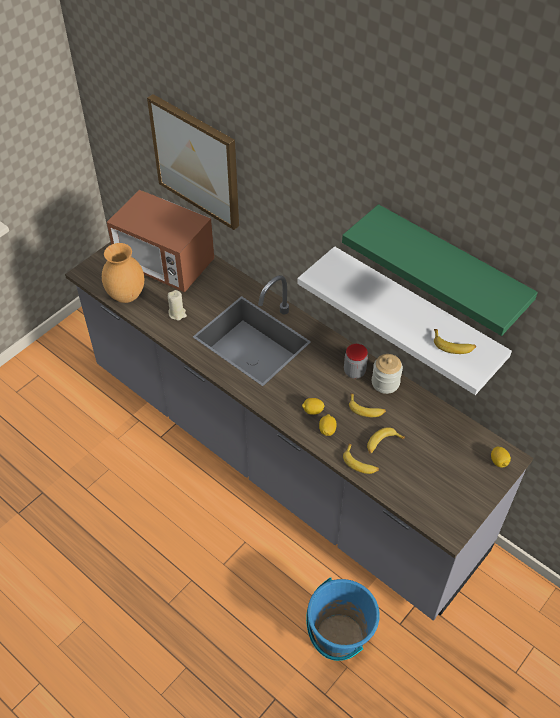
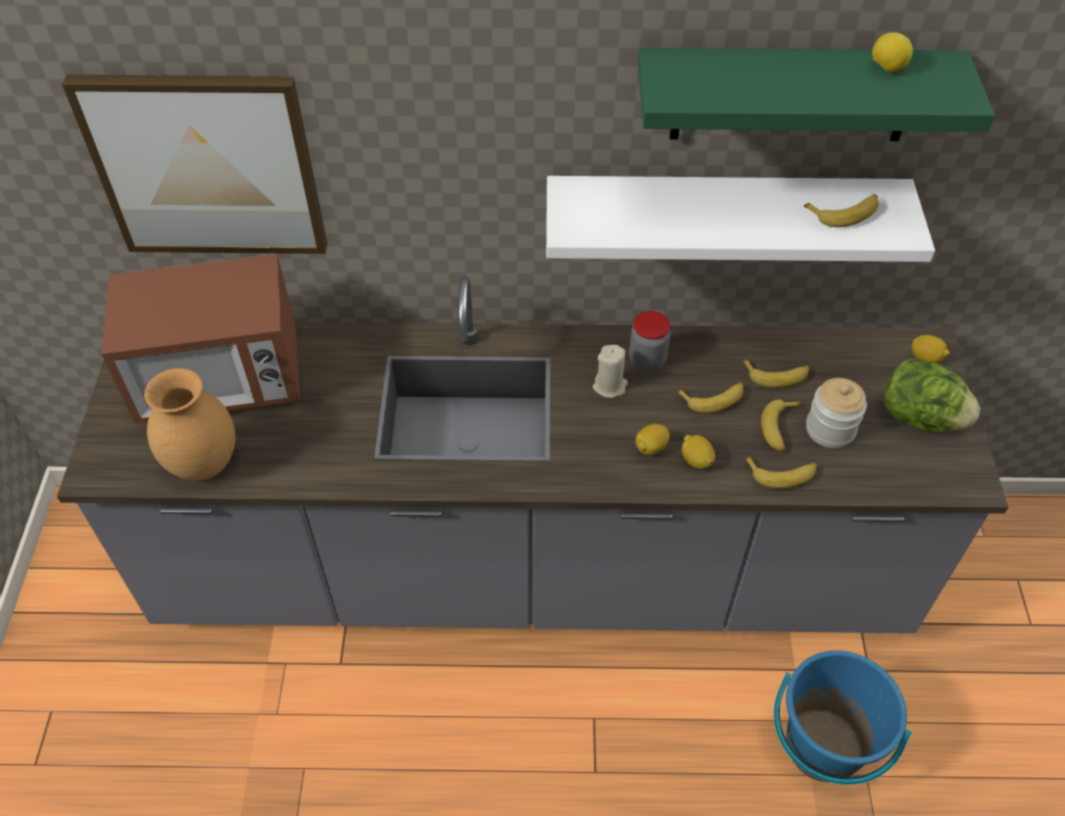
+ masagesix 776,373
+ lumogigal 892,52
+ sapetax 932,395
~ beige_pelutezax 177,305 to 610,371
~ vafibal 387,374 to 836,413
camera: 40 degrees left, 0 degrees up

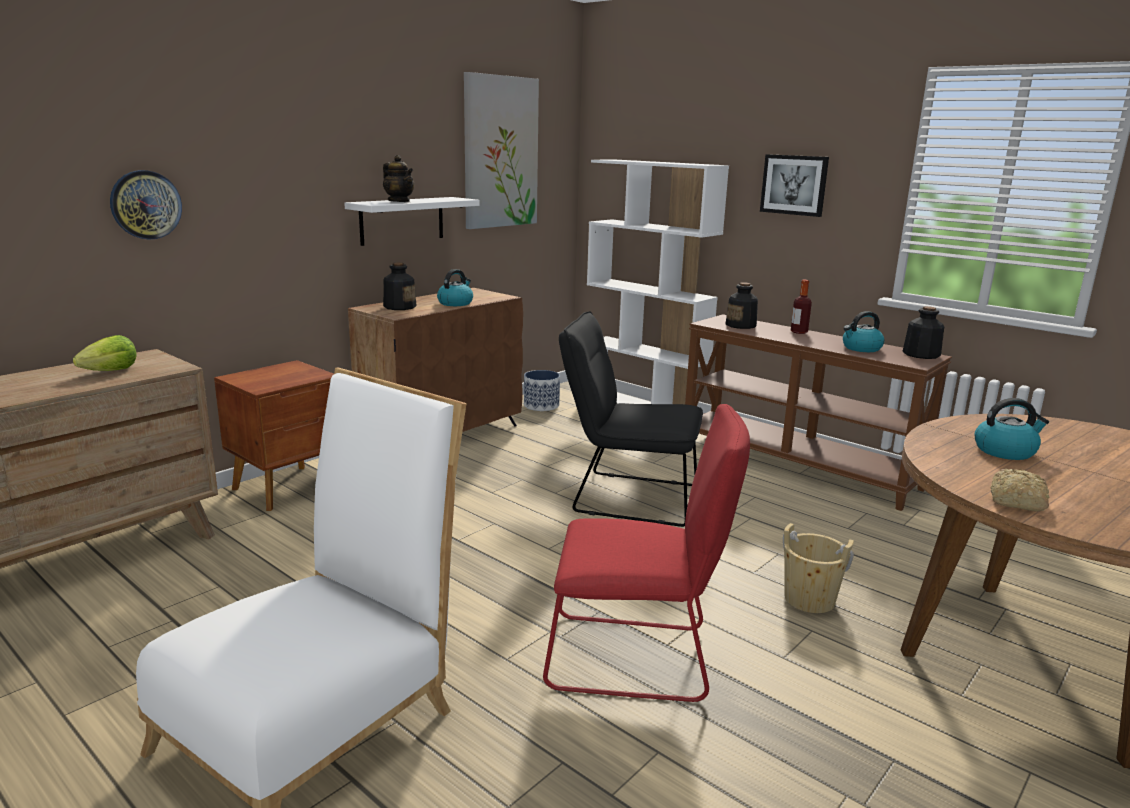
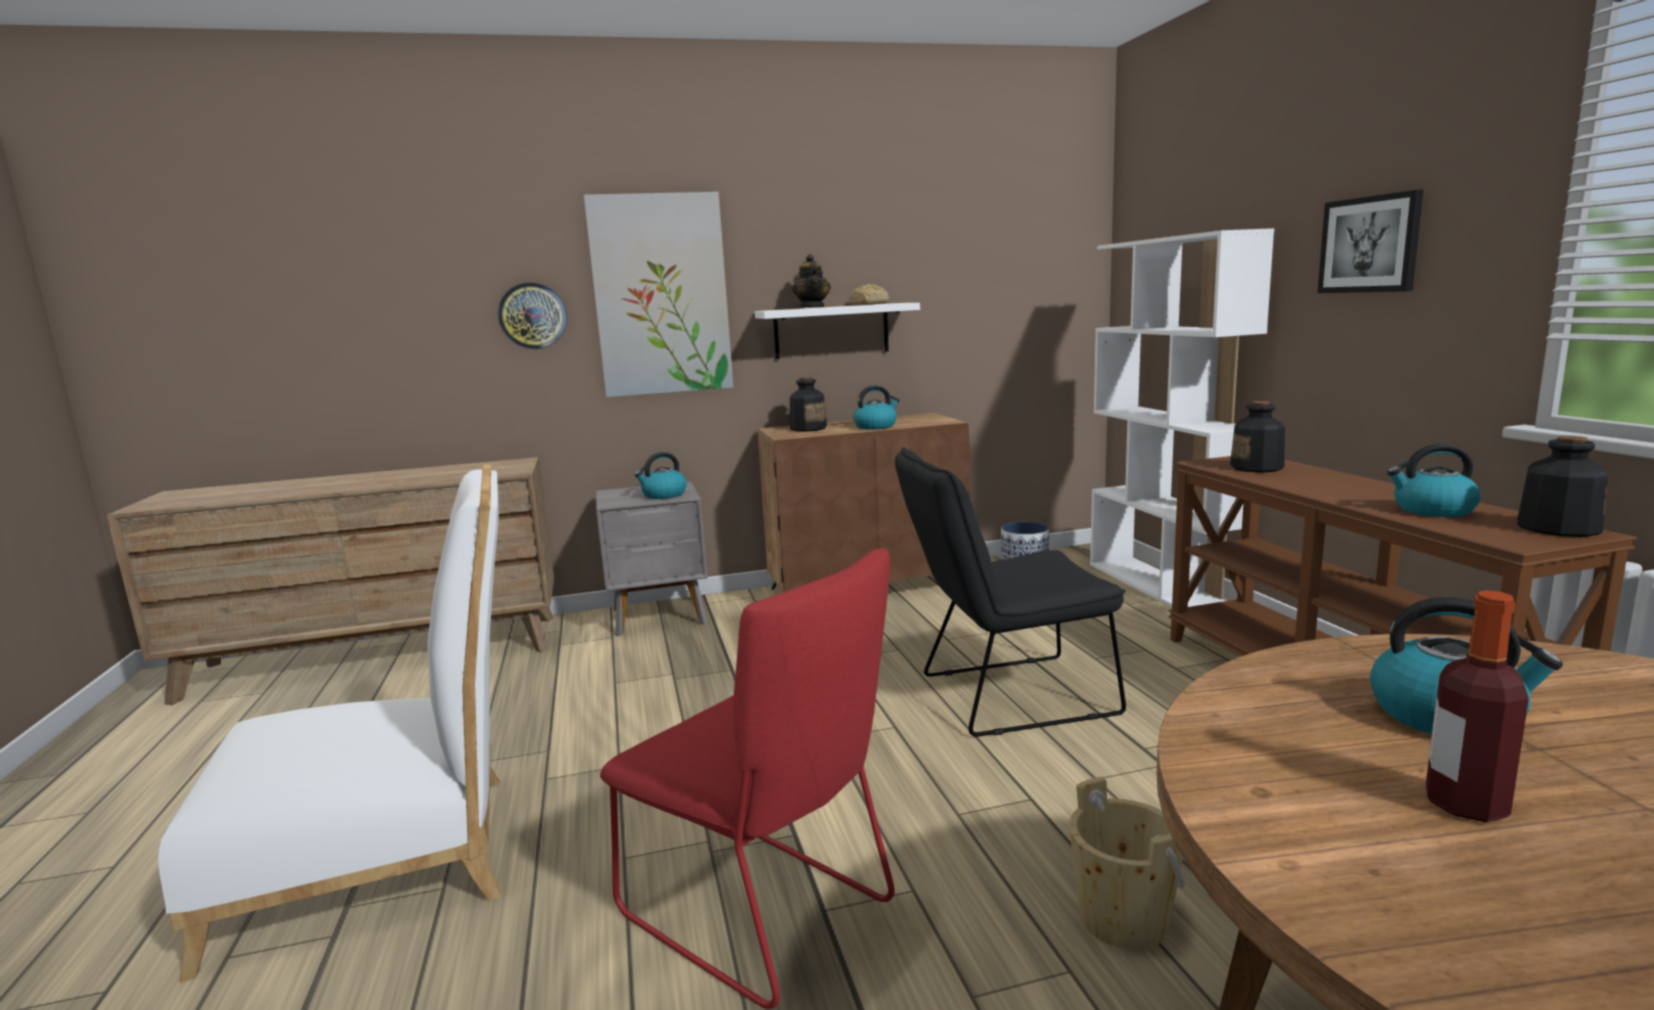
- sapetax 105,353
+ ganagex 660,475
~ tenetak 501,150 to 658,294
~ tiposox 801,307 to 1477,706
~ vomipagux 1020,490 to 869,294
~ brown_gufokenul 274,435 to grey_gufokenul 652,558
~ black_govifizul 631,419 = 1010,592 60 degrees counterclockwise
camera: 35 degrees right, 5 degrees down

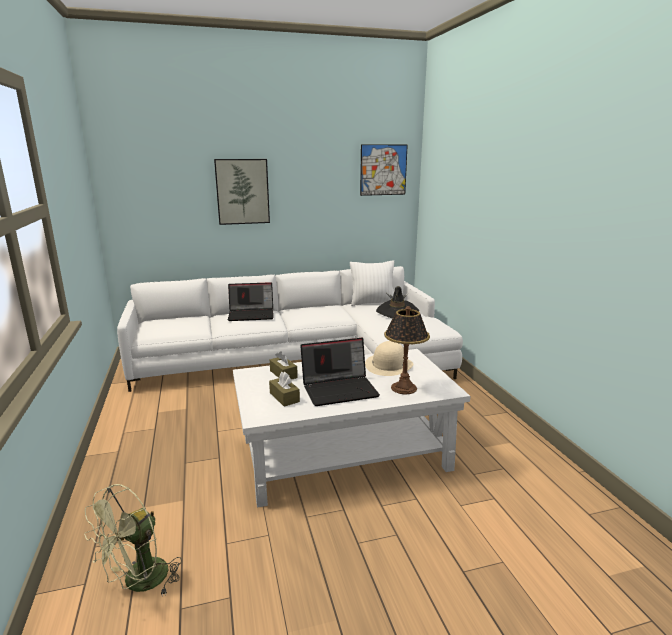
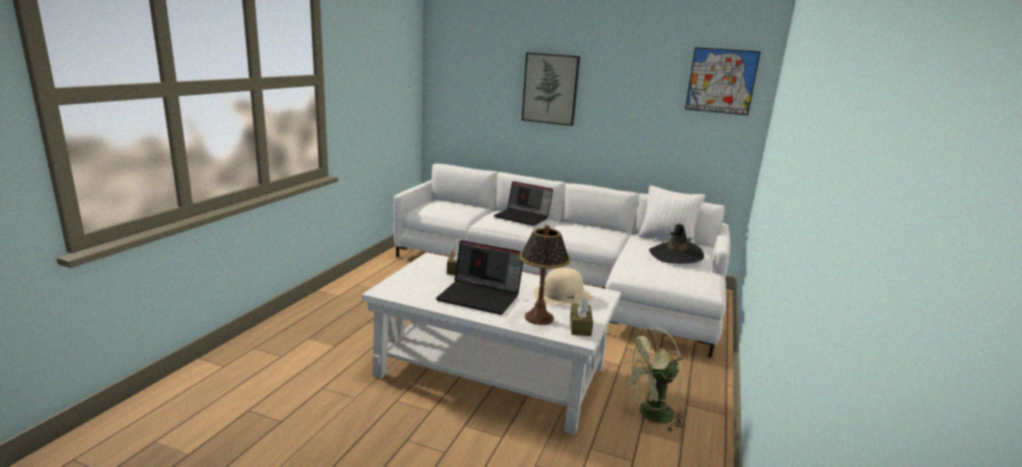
~ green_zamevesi 133,539 to 653,380
~ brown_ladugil 284,389 to 581,317
camera: 35 degrees right, 0 degrees up

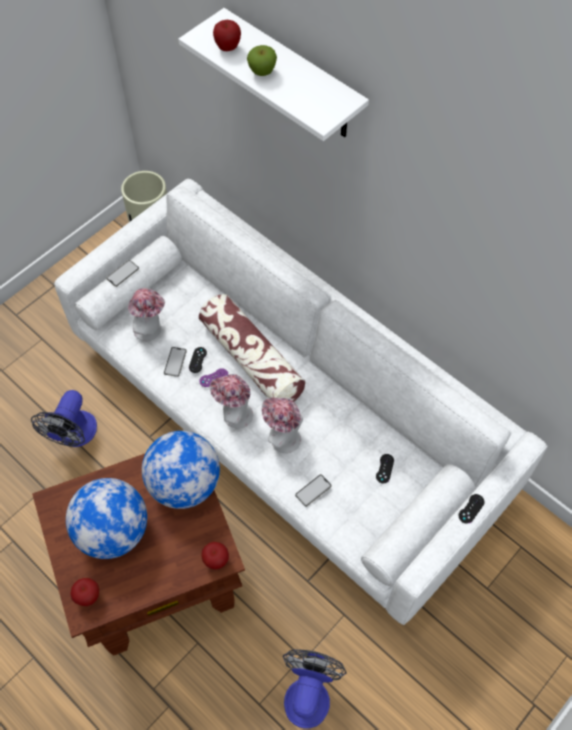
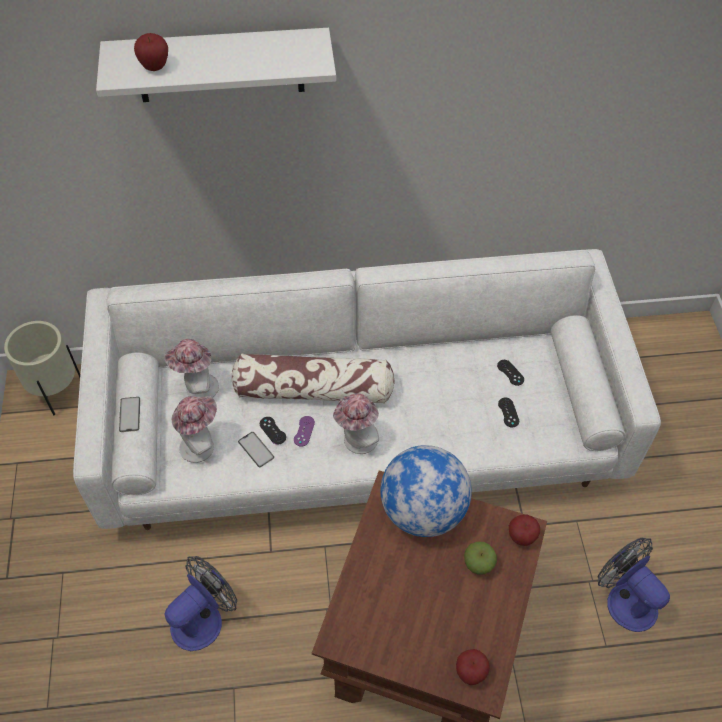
- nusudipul 106,518
- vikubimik 313,490
~ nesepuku 262,60 to 480,558
~ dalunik 282,425 to 191,368
~ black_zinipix 471,509 to 508,412
~ zamevesi 64,418 = 201,603 105 degrees counterclockwise
camera: 50 degrees left, 5 degrees down

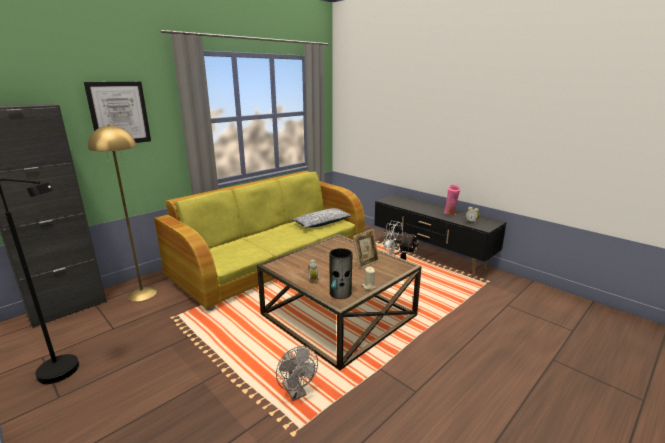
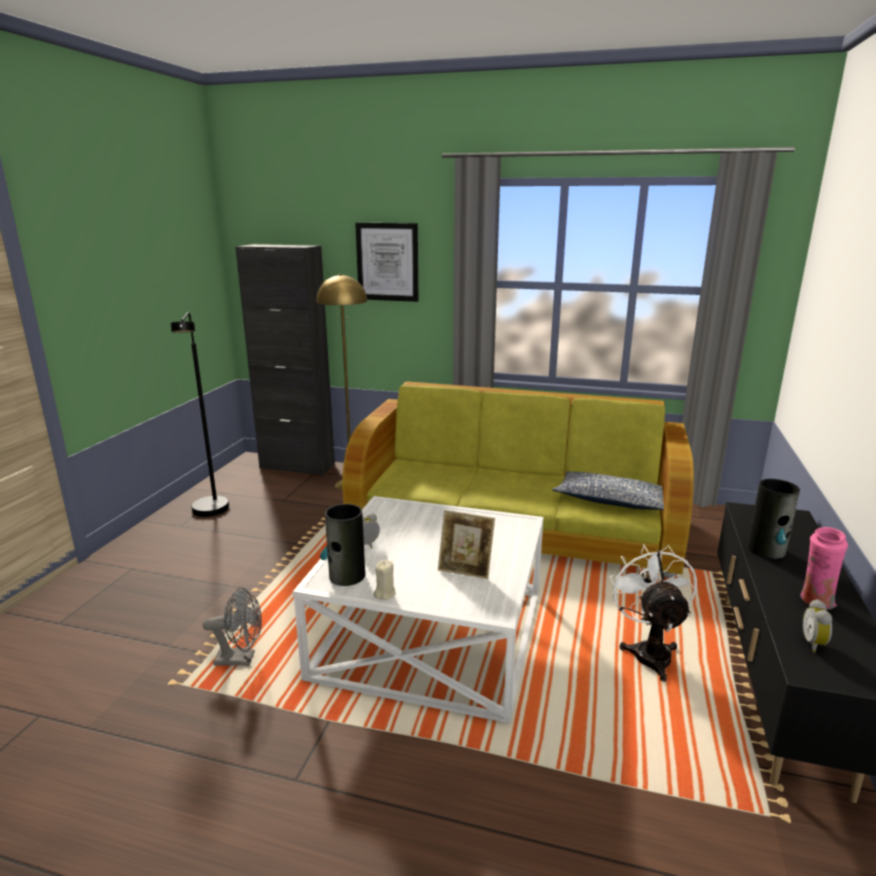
+ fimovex 773,519
~ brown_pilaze 339,302 to white_pilaze 418,610
~ grey_zamevesi 297,373 = 232,626 120 degrees counterclockwise
camera: 60 degrees right, 0 degrees up

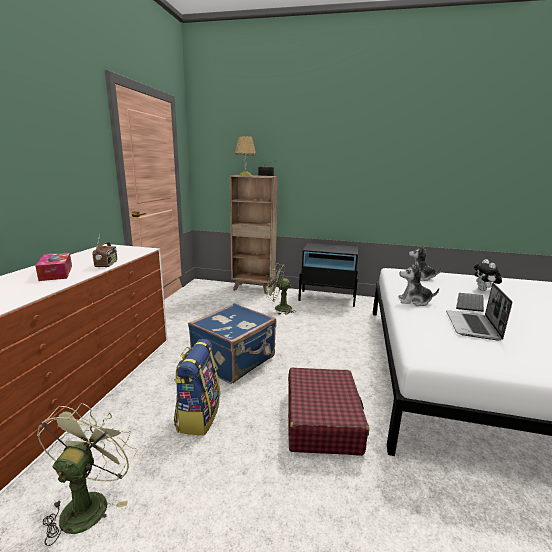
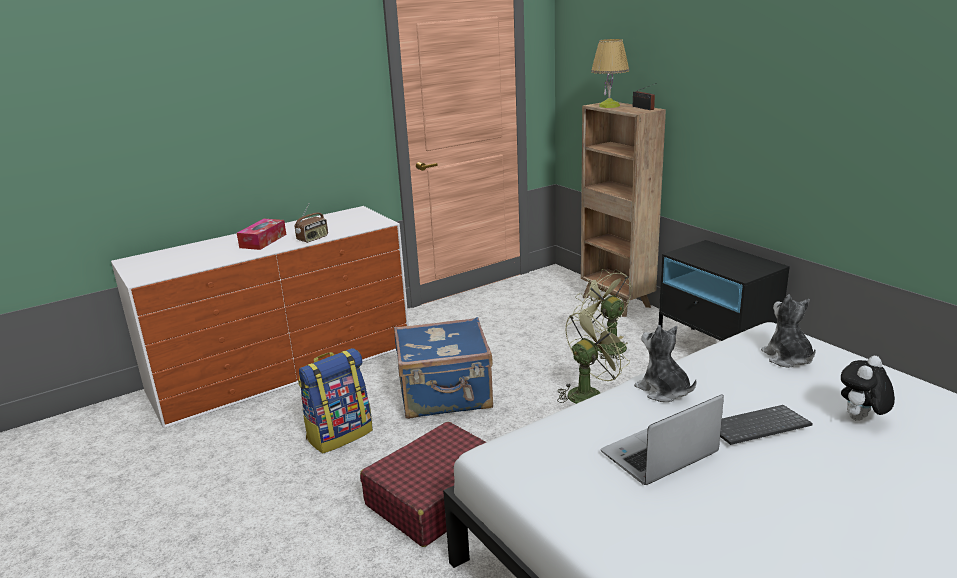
~ green_zamevesi 87,474 to 593,356
camera: 45 degrees right, 5 degrees up

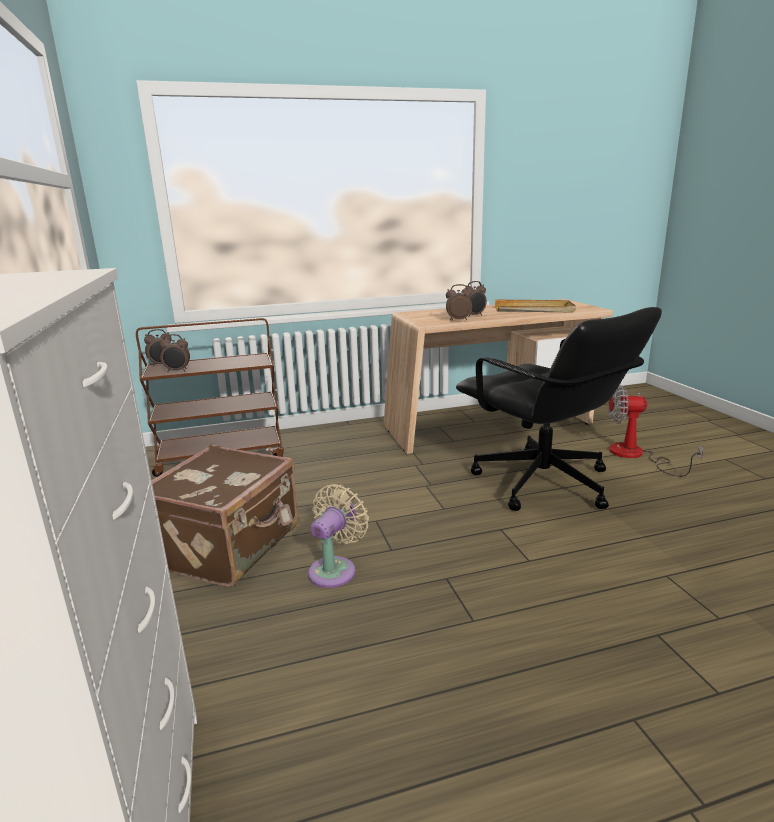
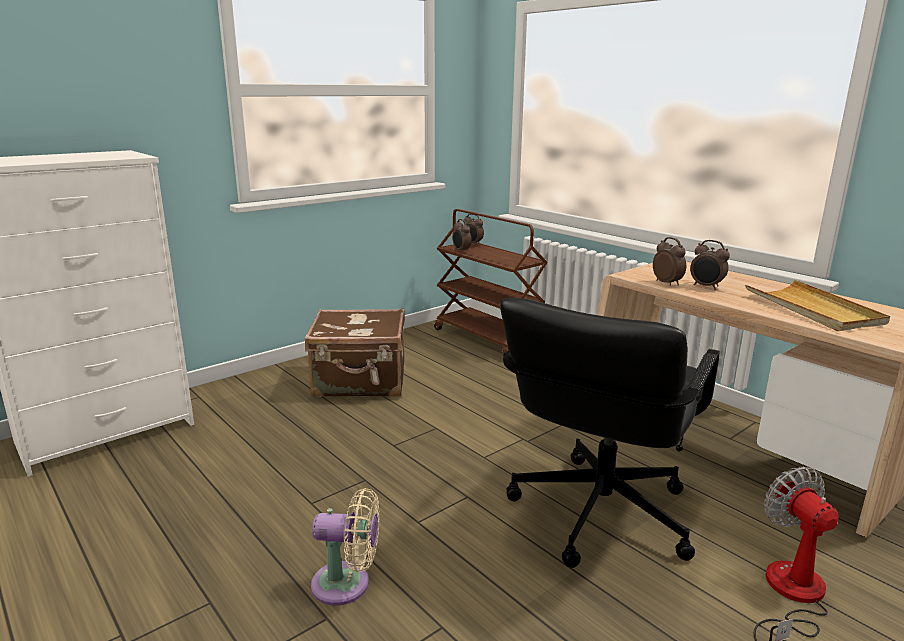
~ beige_zamevesi 338,536 to 345,547
camera: 65 degrees right, 0 degrees up

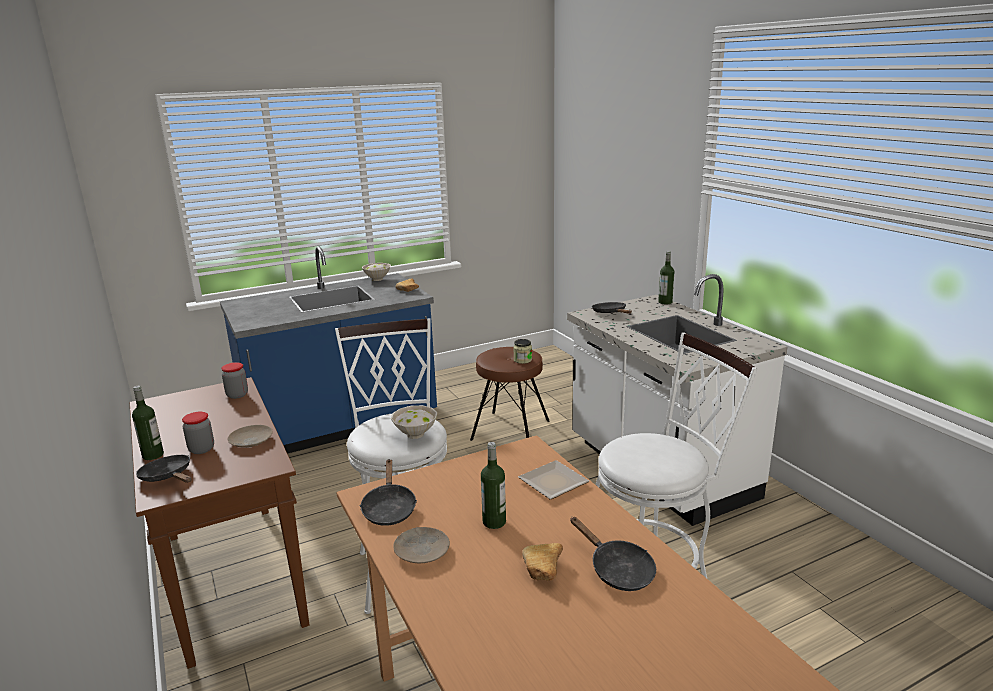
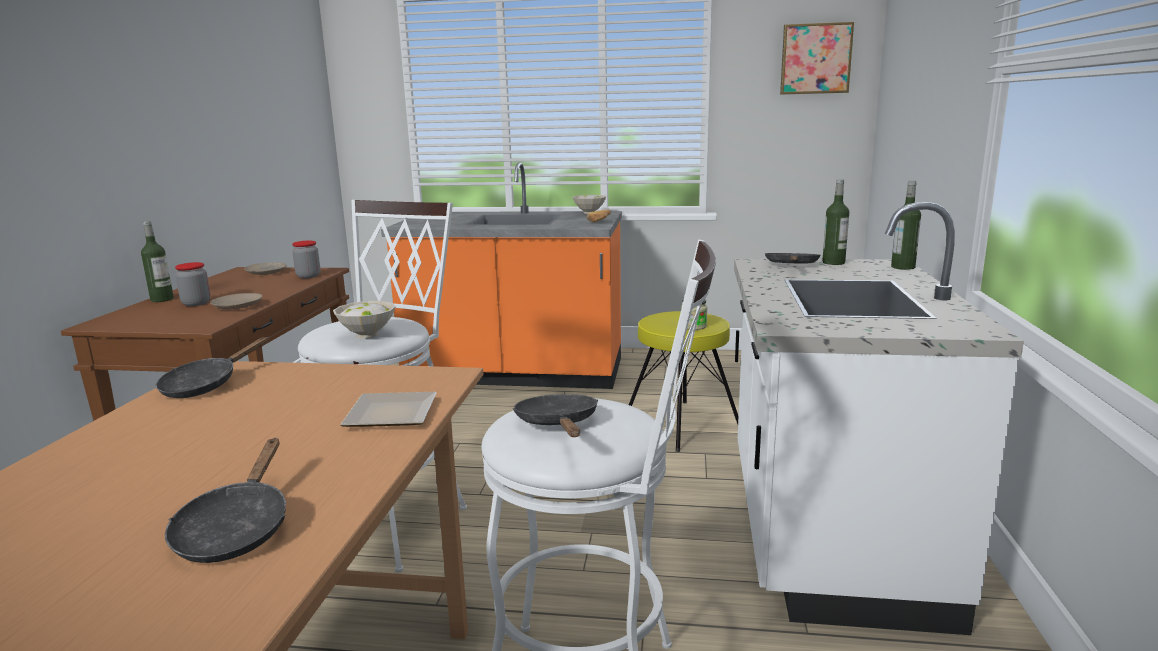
- vomipagux 542,562
+ tenetak 817,58
~ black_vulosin 163,469 to 555,415
~ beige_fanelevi 421,545 to 265,268
~ tiposox 493,485 to 835,222
~ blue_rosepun 328,350 to orange_rosepun 501,275
~ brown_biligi 510,394 to yellow_biligi 683,381
camera: 35 degrees right, 5 degrees down

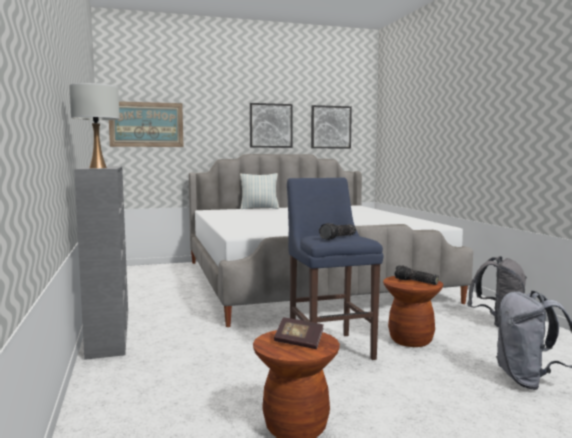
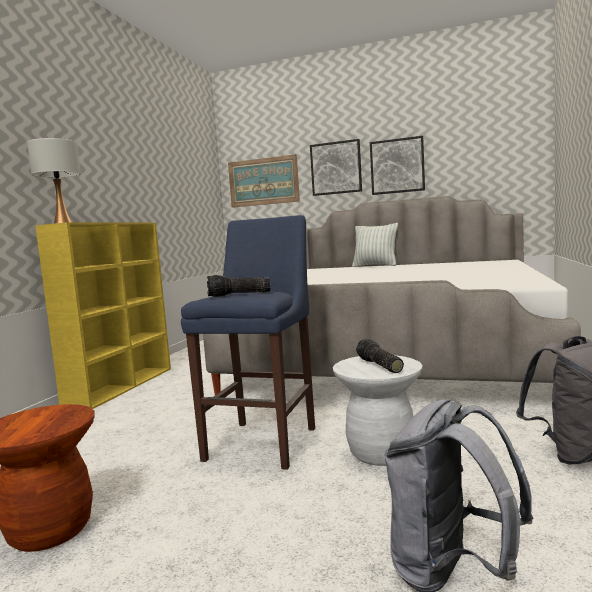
- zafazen 299,333
~ tenetak 331,126 to 336,167
~ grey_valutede 101,263 to yellow_valutede 103,315
~ brown_biligi 413,311 to white_biligi 378,410
camera: 35 degrees right, 0 degrees up

